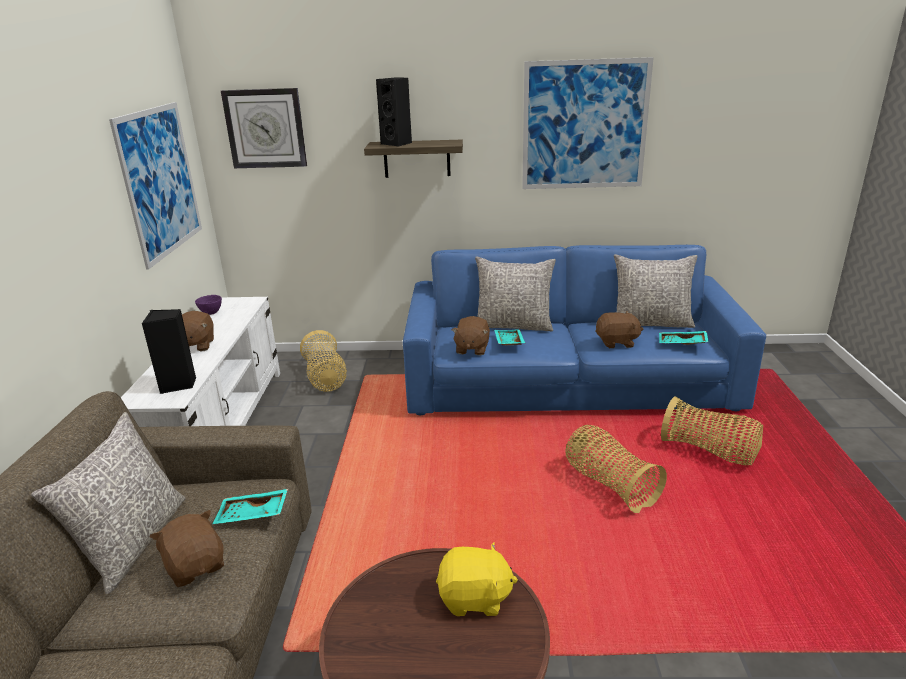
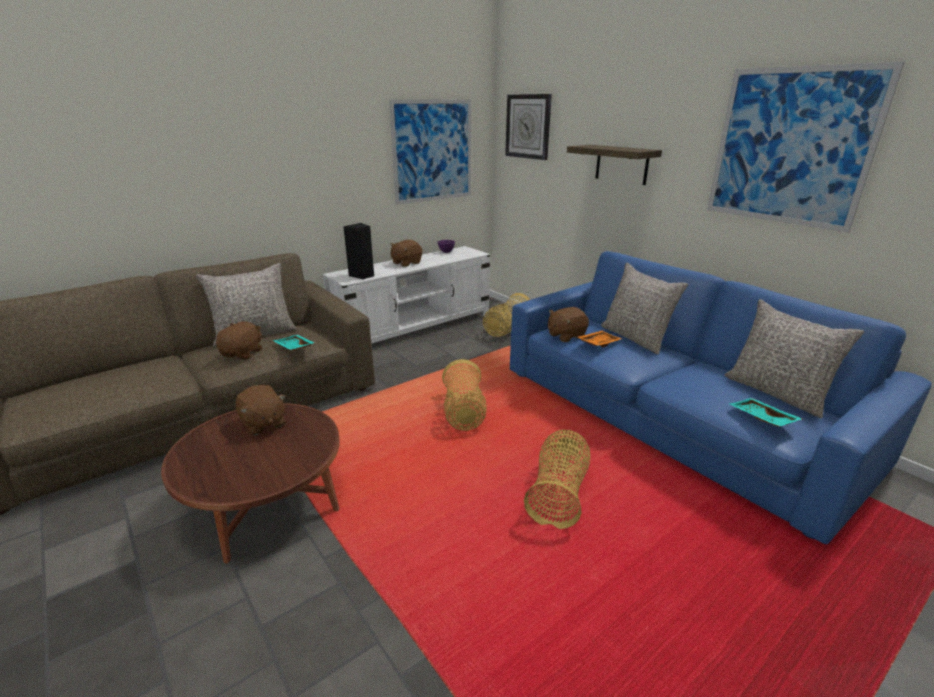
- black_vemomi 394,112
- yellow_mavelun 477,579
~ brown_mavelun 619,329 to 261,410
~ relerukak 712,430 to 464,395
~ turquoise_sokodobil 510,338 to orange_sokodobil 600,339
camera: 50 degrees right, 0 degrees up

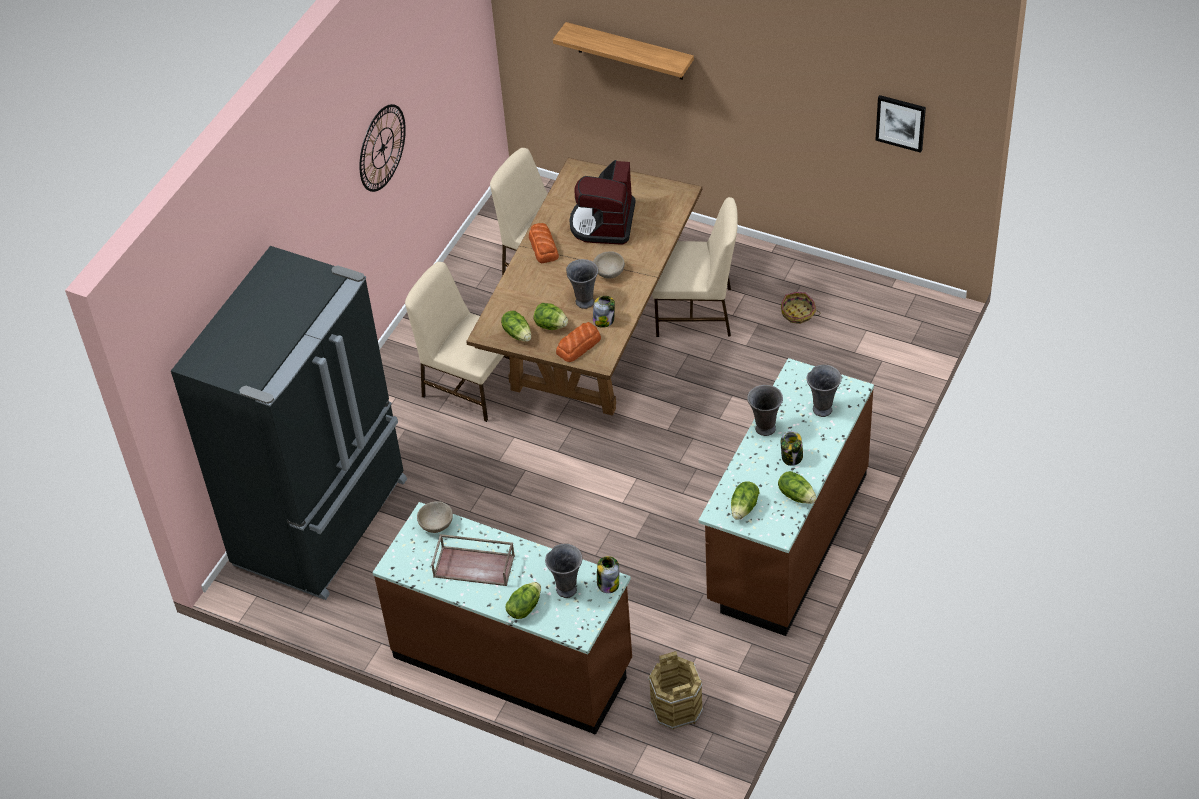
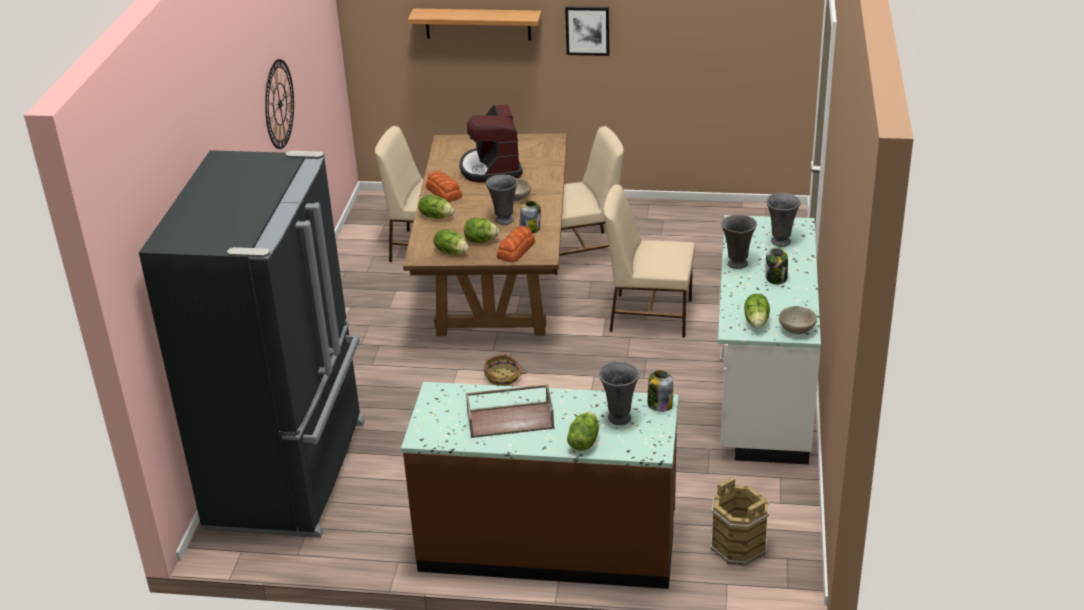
~ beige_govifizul 457,342 to 649,261
~ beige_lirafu 435,517 to 798,320
~ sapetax 797,487 to 436,207
~ relerukak 800,308 to 505,370
~ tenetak 900,124 to 587,31
~ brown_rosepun 786,497 to white_rosepun 769,340
camera: 20 degrees left, 15 degrees down

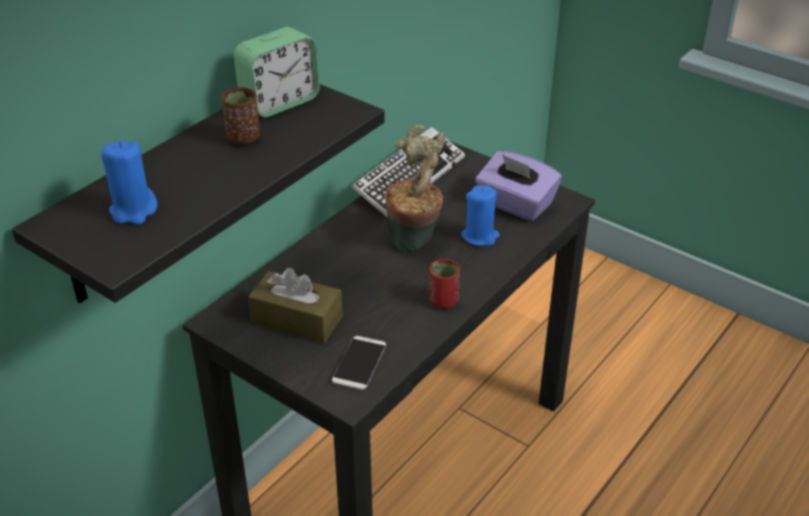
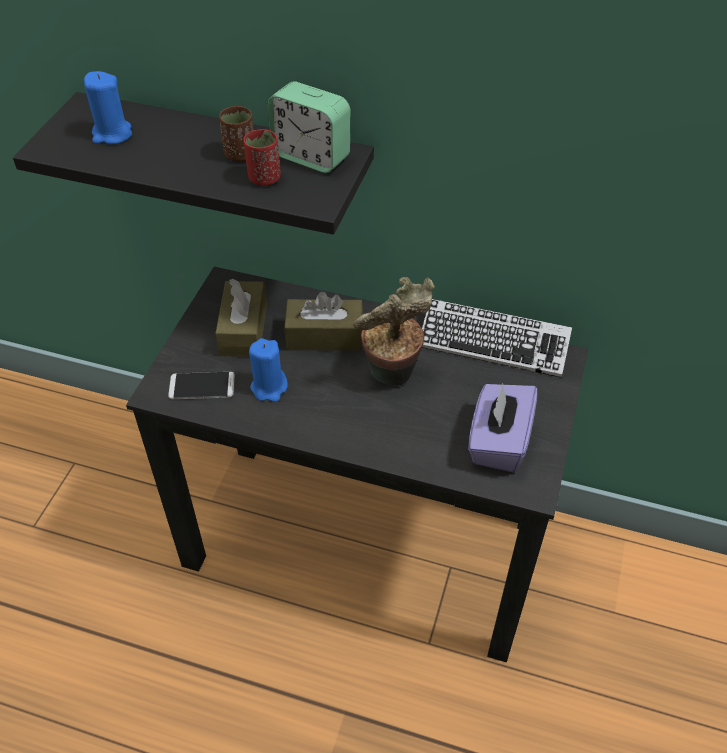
+ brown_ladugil 323,321
~ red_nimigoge 444,284 to 262,157
~ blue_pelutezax 480,216 to 268,370
camera: 70 degrees right, 10 degrees up

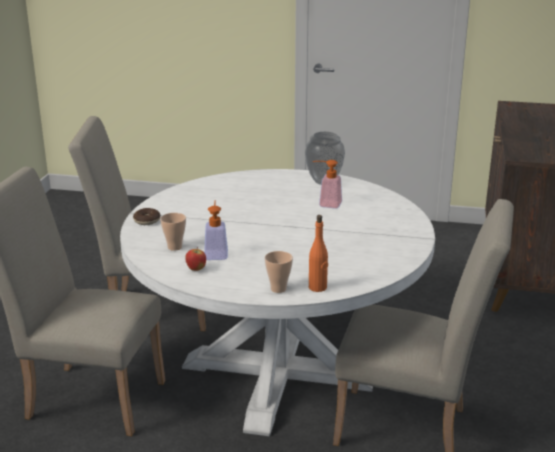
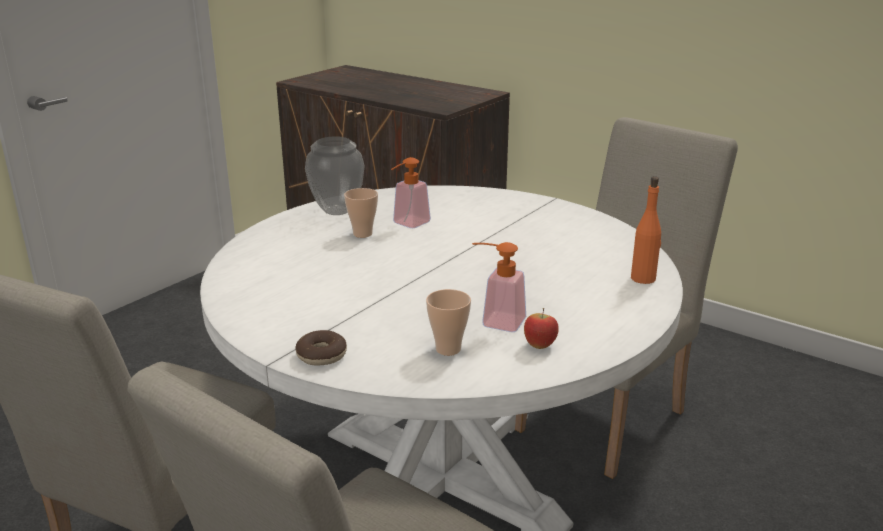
~ nimigoge 279,272 to 361,213
camera: 65 degrees left, 0 degrees up

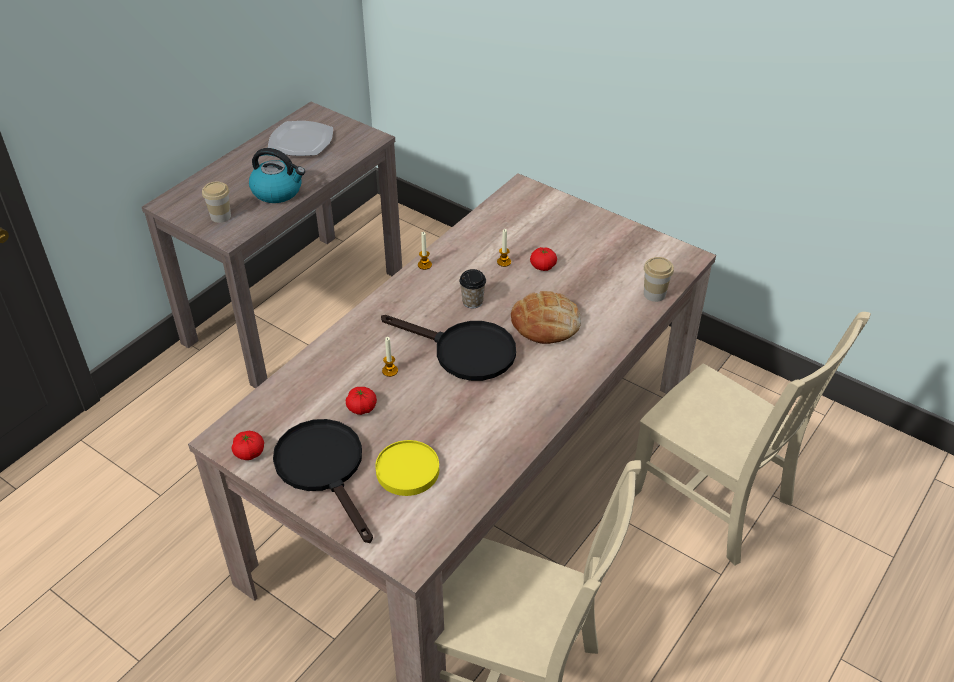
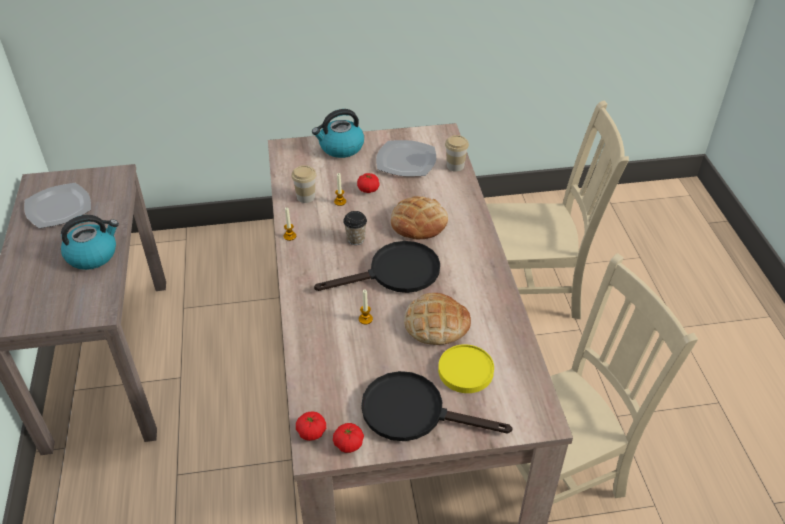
+ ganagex 338,133
+ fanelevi 406,158
+ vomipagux 437,319
~ nimigoge 216,202 to 303,184
~ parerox 361,401 to 311,426
camera: 45 degrees left, 0 degrees up

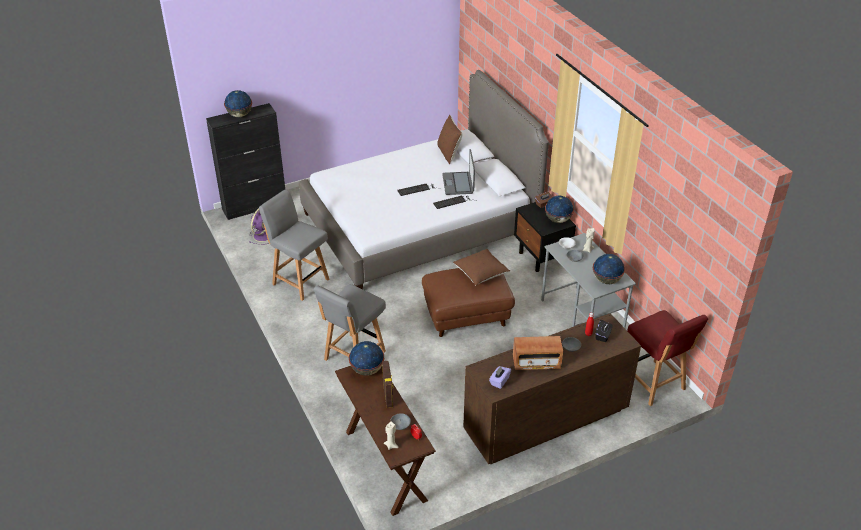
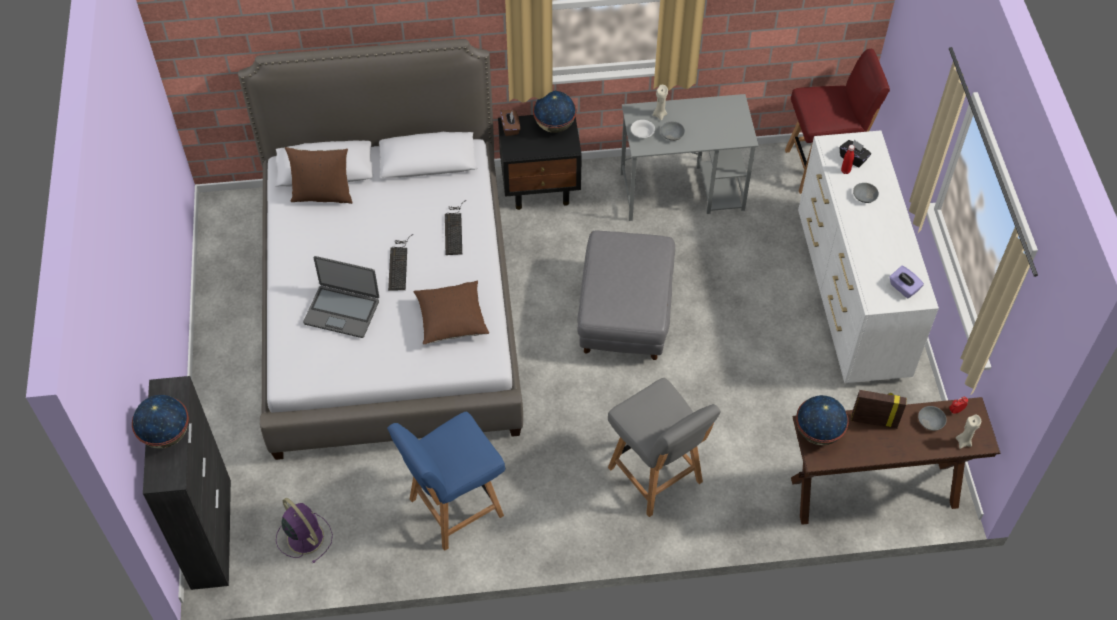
- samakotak 538,353
- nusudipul 609,269
~ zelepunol 458,172 to 341,297
~ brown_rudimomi 481,267 to 451,313
~ grey_govifizul 294,245 to blue_govifizul 446,481
~ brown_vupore 468,302 to grey_vupore 626,295
~ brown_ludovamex 552,388 to white_ludovamex 868,256
camera: 70 degrees left, 15 degrees up

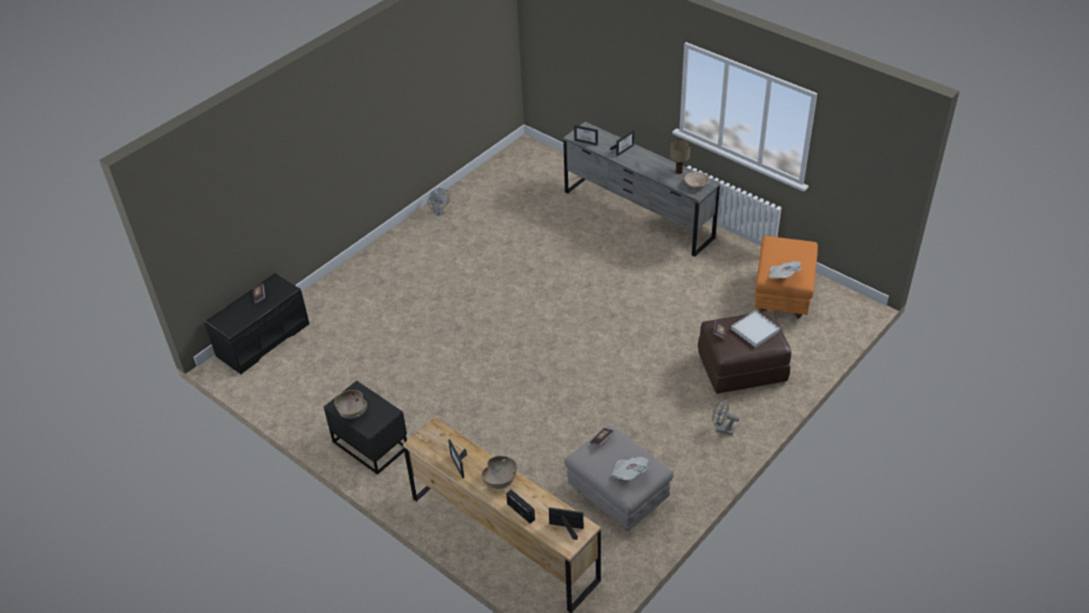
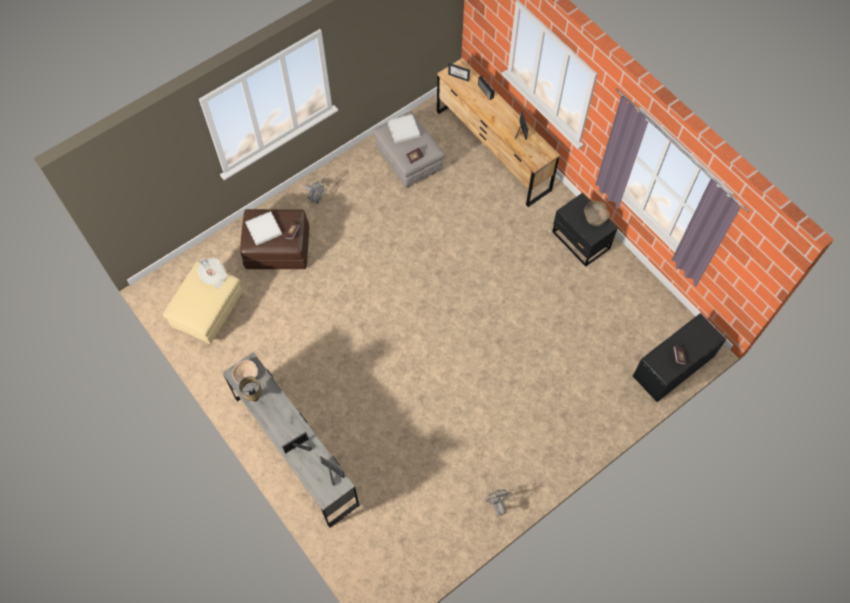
- brown_lirafu 499,472
~ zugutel 630,468 to white_sokodobil 403,128
~ orange_vupore 786,276 to beige_vupore 203,303
camera: 170 degrees left, 20 degrees up

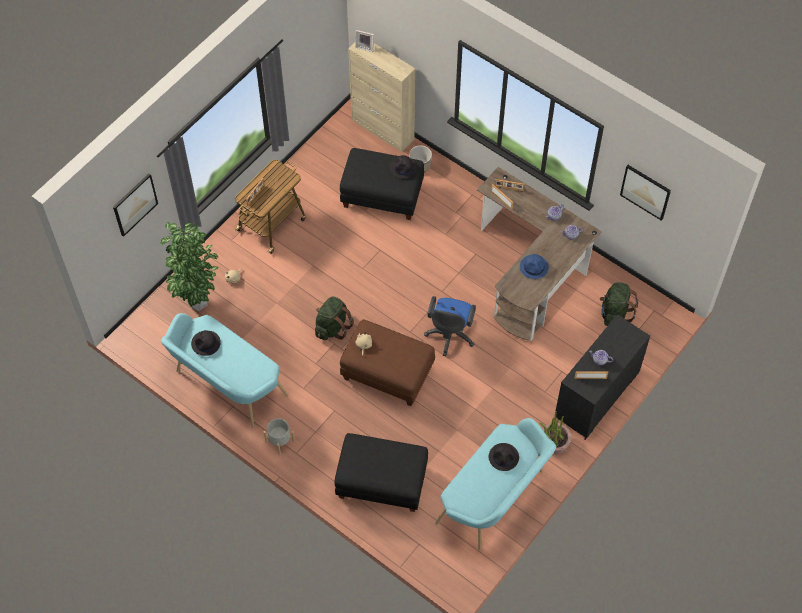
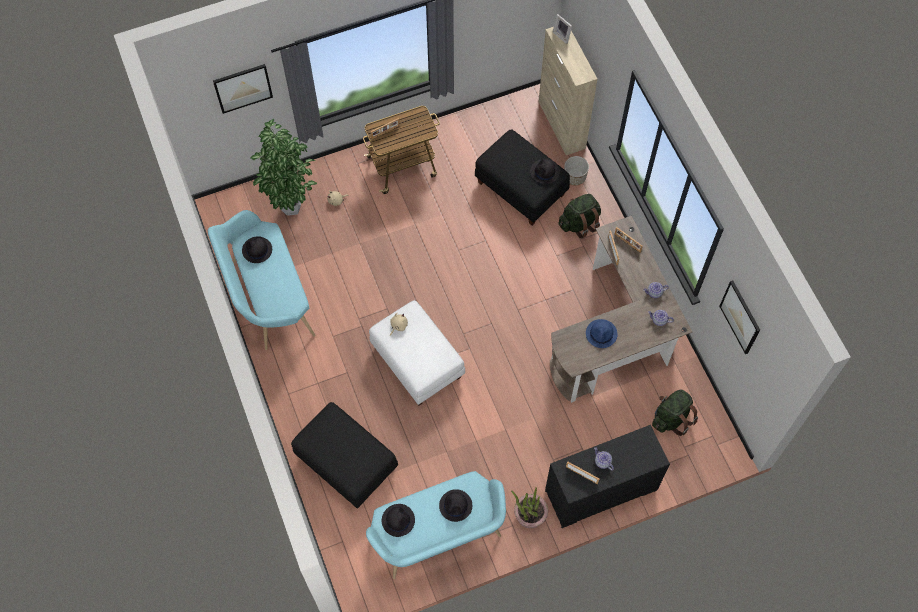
- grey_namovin 279,436
- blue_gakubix 450,326
+ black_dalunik 398,520
~ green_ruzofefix 334,318 to 580,216
~ brown_vupore 387,363 to white_vupore 417,352
camera: 30 degrees right, 5 degrees up

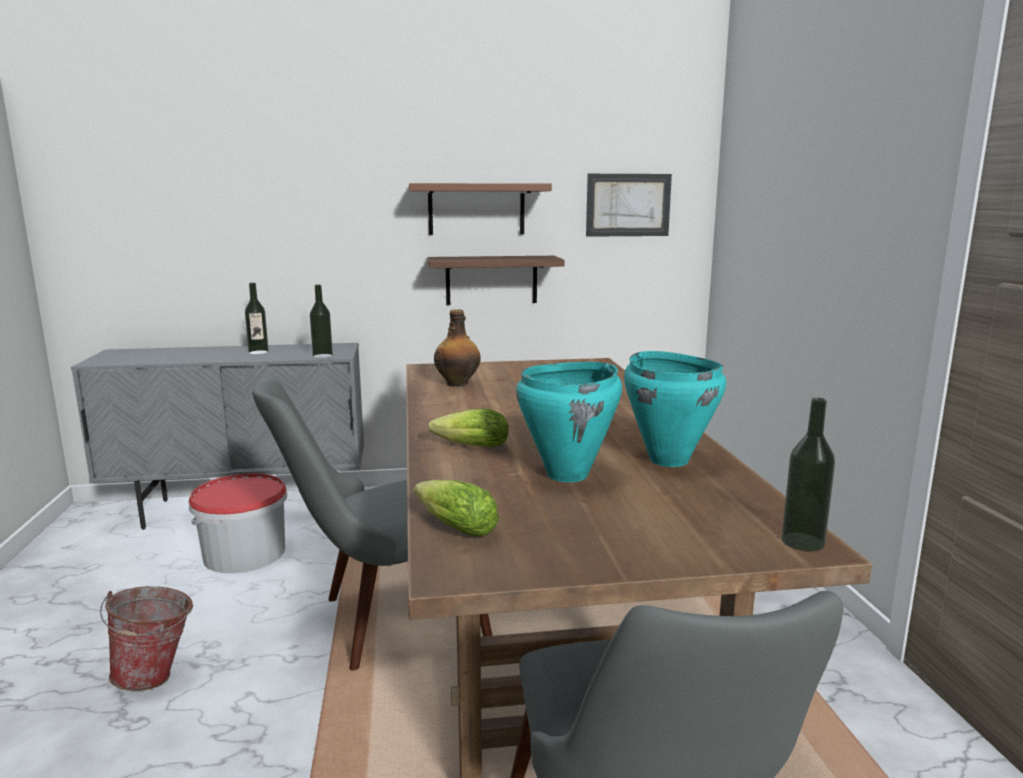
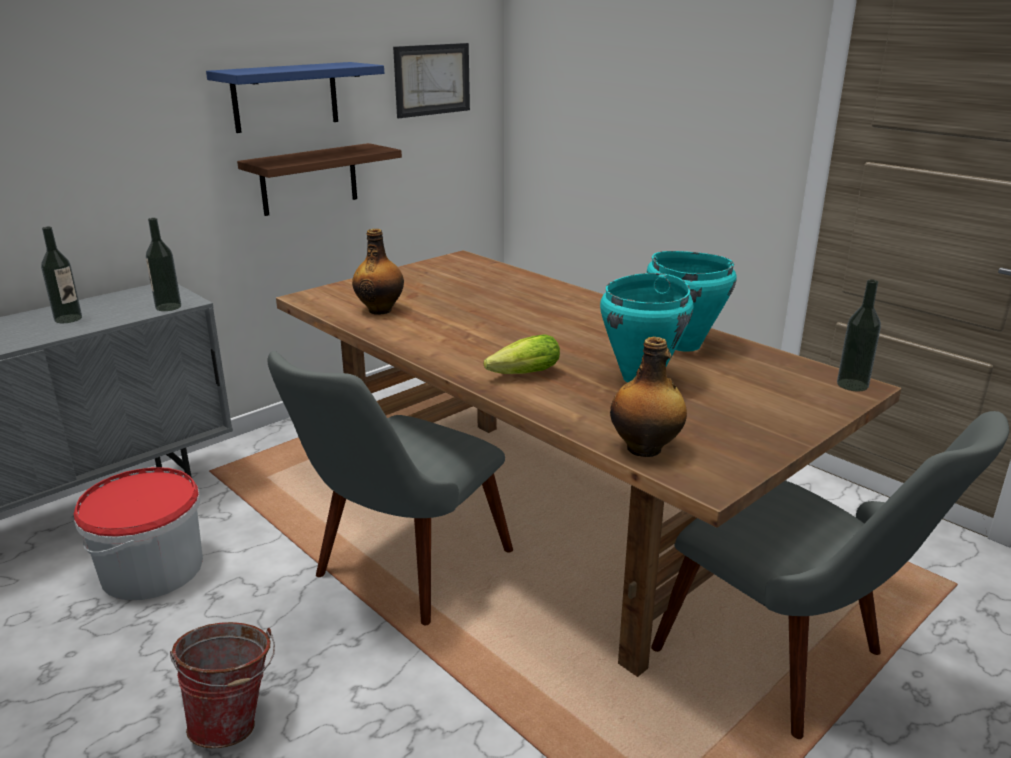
~ sapetax 456,508 to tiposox 648,397
~ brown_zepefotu 480,209 to blue_zepefotu 295,97
camera: 35 degrees left, 10 degrees up

